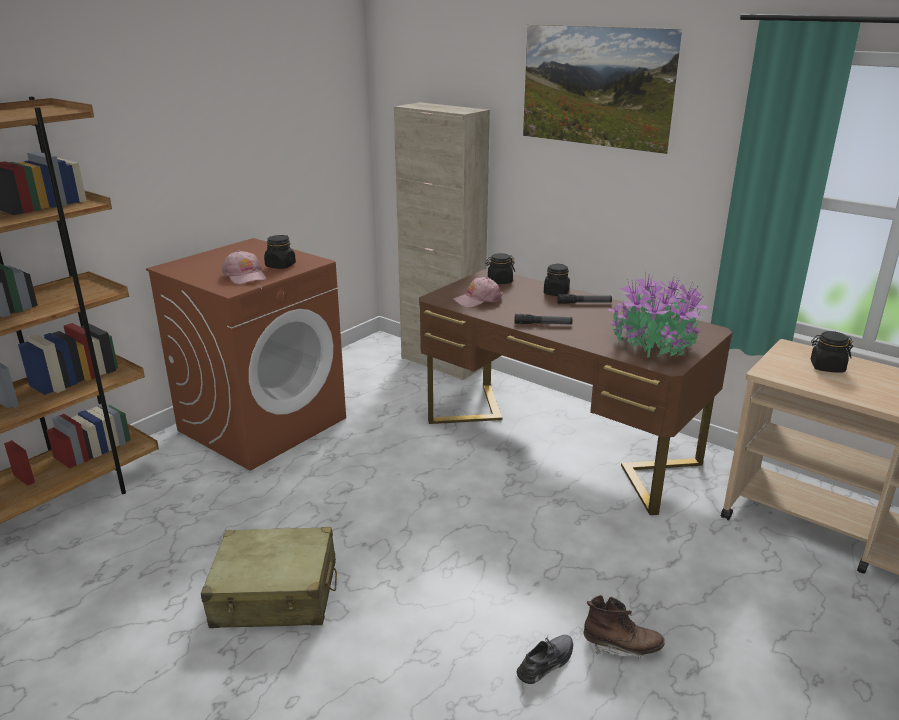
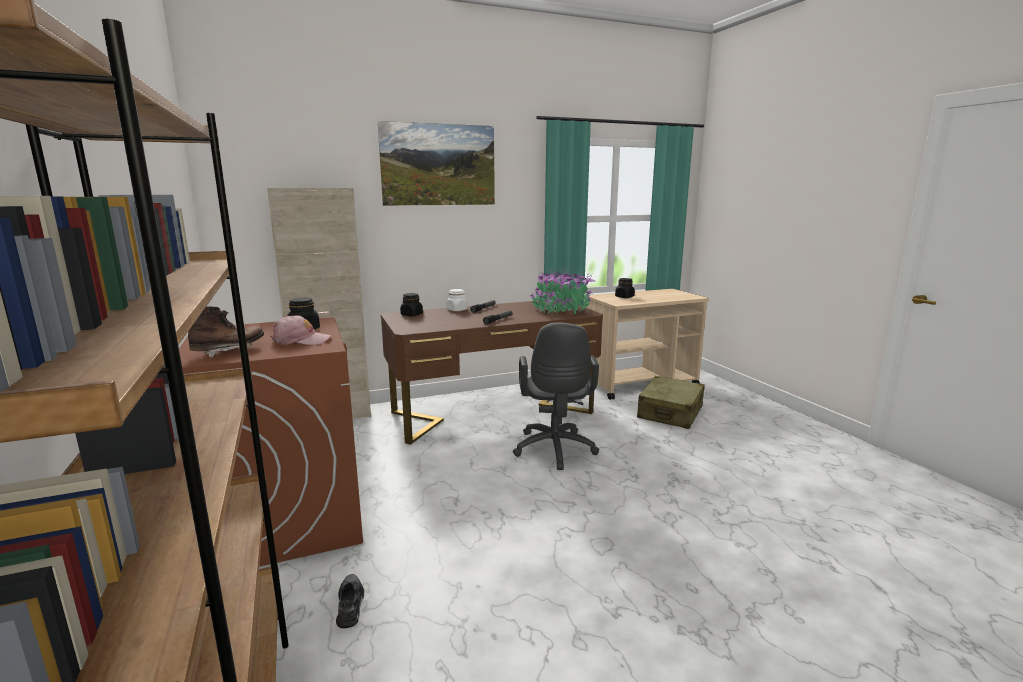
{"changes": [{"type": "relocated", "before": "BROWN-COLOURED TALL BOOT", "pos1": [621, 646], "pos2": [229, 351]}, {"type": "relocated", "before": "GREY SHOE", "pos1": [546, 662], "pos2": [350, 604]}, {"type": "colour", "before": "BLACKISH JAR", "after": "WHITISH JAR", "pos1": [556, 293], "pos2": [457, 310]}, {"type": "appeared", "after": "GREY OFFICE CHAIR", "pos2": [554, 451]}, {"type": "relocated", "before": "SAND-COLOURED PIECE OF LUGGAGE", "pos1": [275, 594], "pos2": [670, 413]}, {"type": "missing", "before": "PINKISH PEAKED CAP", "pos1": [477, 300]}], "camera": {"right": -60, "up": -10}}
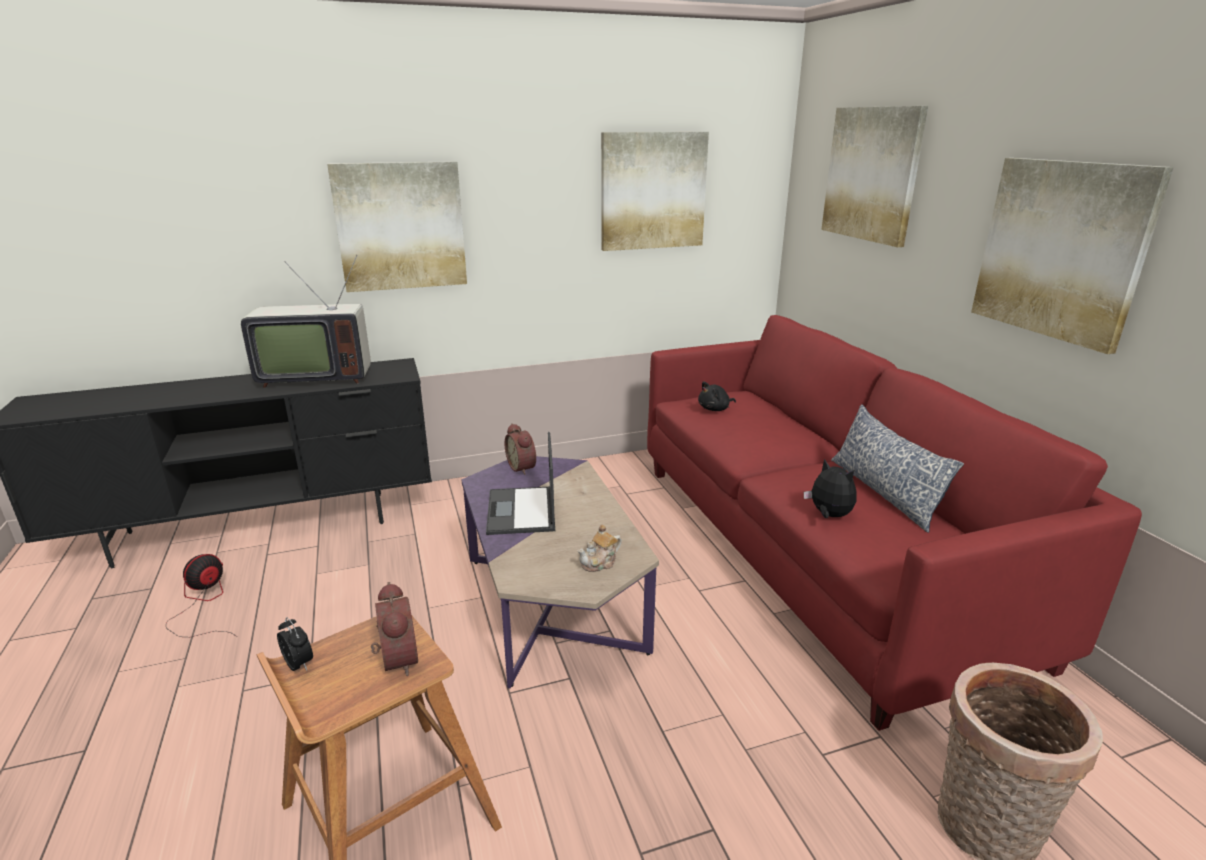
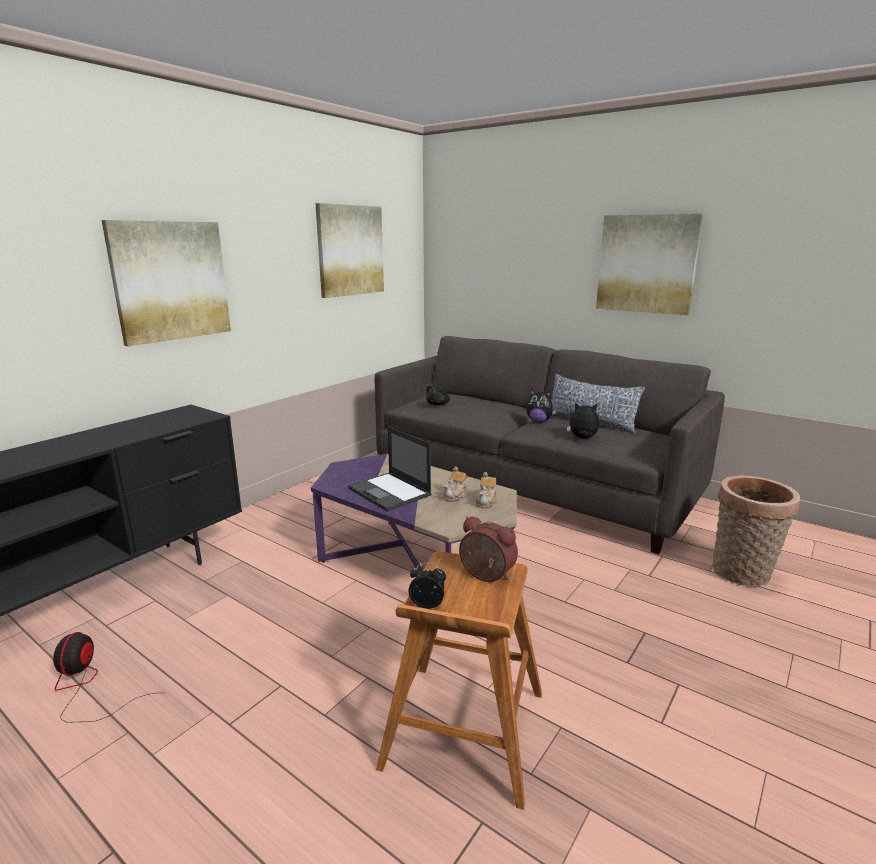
{"changes": [{"type": "colour", "before": "REDDISH SETTEE", "after": "GREY SETTEE", "pos1": [813, 552], "pos2": [531, 484]}, {"type": "appeared", "after": "TEA POT", "pos2": [456, 496]}, {"type": "appeared", "after": "SOFT TOY", "pos2": [539, 421]}, {"type": "missing", "before": "TV", "pos1": [315, 377]}, {"type": "missing", "before": "BEDSIDE CLOCK", "pos1": [523, 467]}, {"type": "missing", "before": "WALL PICTURE", "pos1": [872, 174]}], "camera": {"right": -35, "up": -5}}
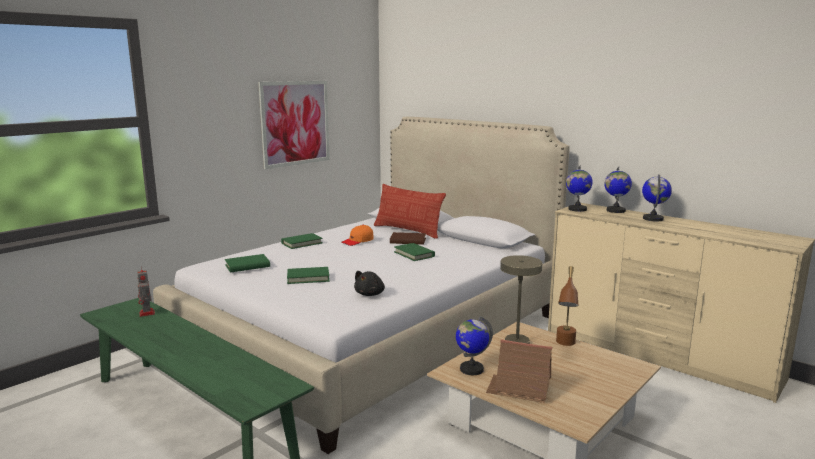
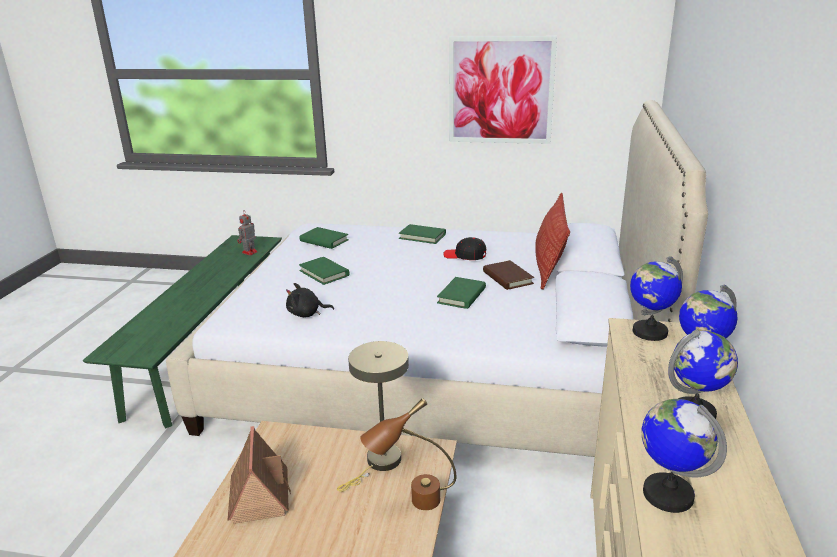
{"changes": [{"type": "colour", "before": "ORANGEY PEAKED CAP", "after": "BLACKISH PEAKED CAP", "pos1": [358, 241], "pos2": [465, 256]}, {"type": "relocated", "before": "WORLD GLOBE", "pos1": [471, 369], "pos2": [667, 494]}], "camera": {"right": 60, "up": 10}}
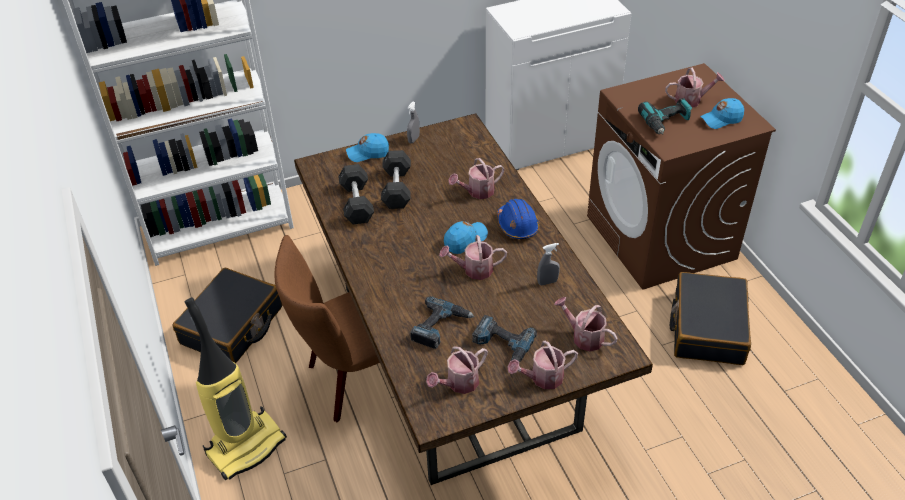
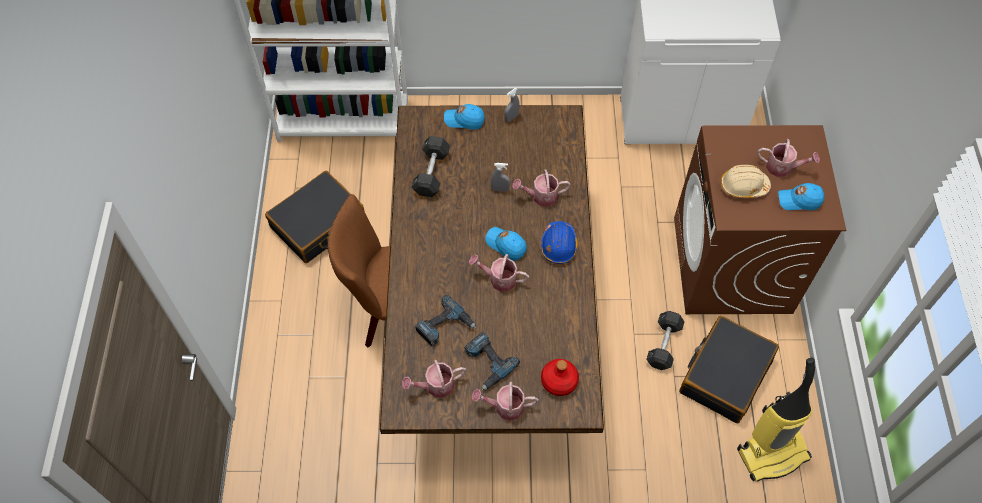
{"changes": [{"type": "spun", "before": "BLUE PEAKED CAP", "pos1": [465, 240], "pos2": [506, 245], "turn": -120}, {"type": "relocated", "before": "GREY SPRAYER", "pos1": [547, 282], "pos2": [500, 189]}, {"type": "exchanged", "before": "WATERING POT", "after": "REDDISH BEVERAGE BOTTLE", "pos1": [584, 337], "pos2": [559, 380]}, {"type": "relocated", "before": "GREY DUMBBELL", "pos1": [397, 188], "pos2": [663, 345]}, {"type": "exchanged", "before": "DRILL", "after": "SAND-COLOURED SAFETY HELMET", "pos1": [666, 122], "pos2": [743, 186]}, {"type": "relocated", "before": "HOOVER", "pos1": [246, 446], "pos2": [772, 452]}], "camera": {"right": 20, "up": 15}}
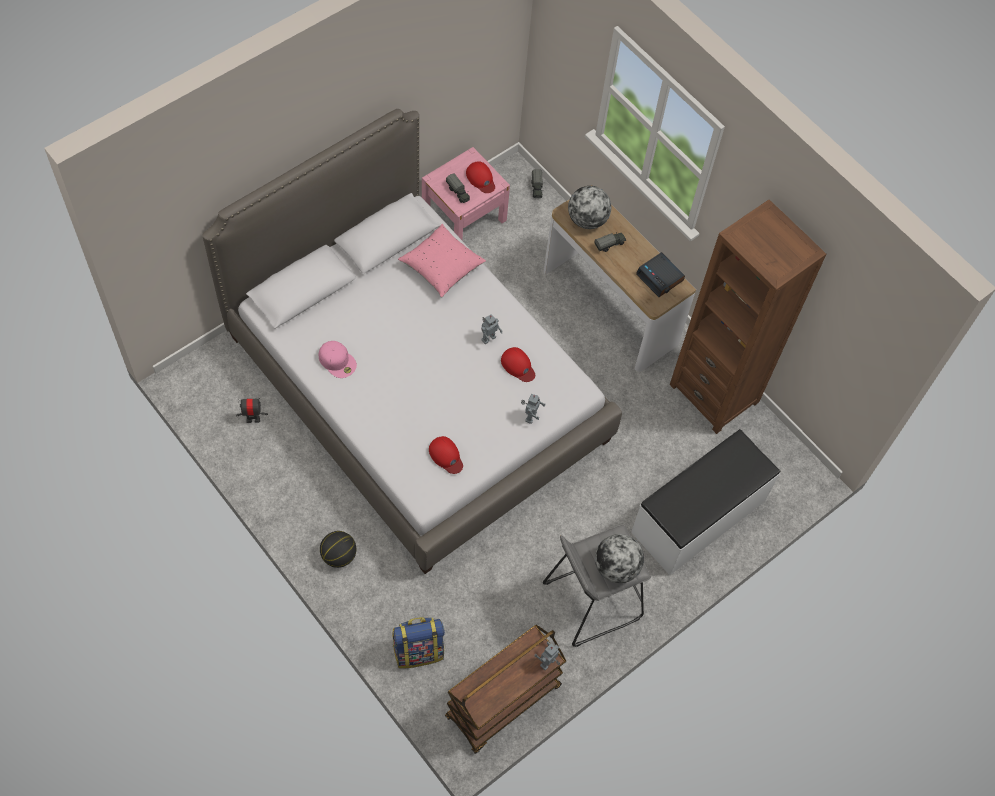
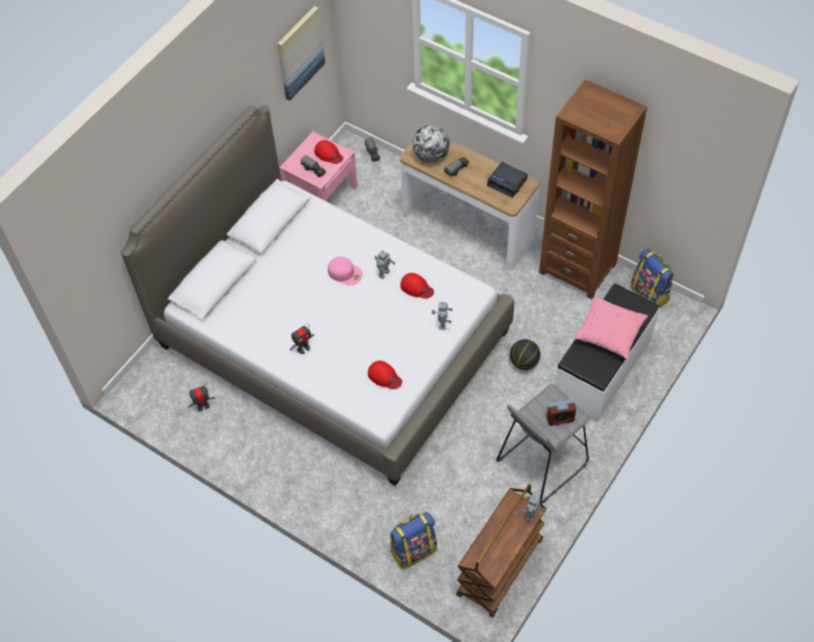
{"changes": [{"type": "appeared", "after": "WALL PICTURE", "pos2": [300, 52]}, {"type": "appeared", "after": "MODEL ROBOT", "pos2": [303, 348]}, {"type": "relocated", "before": "PINKISH PEAKED CAP", "pos1": [337, 361], "pos2": [345, 272]}, {"type": "relocated", "before": "BASKETBALL", "pos1": [338, 555], "pos2": [524, 362]}, {"type": "exchanged", "before": "WORLD GLOBE", "after": "BEDSIDE CLOCK", "pos1": [616, 567], "pos2": [560, 419]}, {"type": "relocated", "before": "PINKISH THROW PILLOW", "pos1": [441, 267], "pos2": [609, 333]}, {"type": "appeared", "after": "KNAPSACK", "pos2": [650, 294]}], "camera": {"right": -10, "up": -5}}
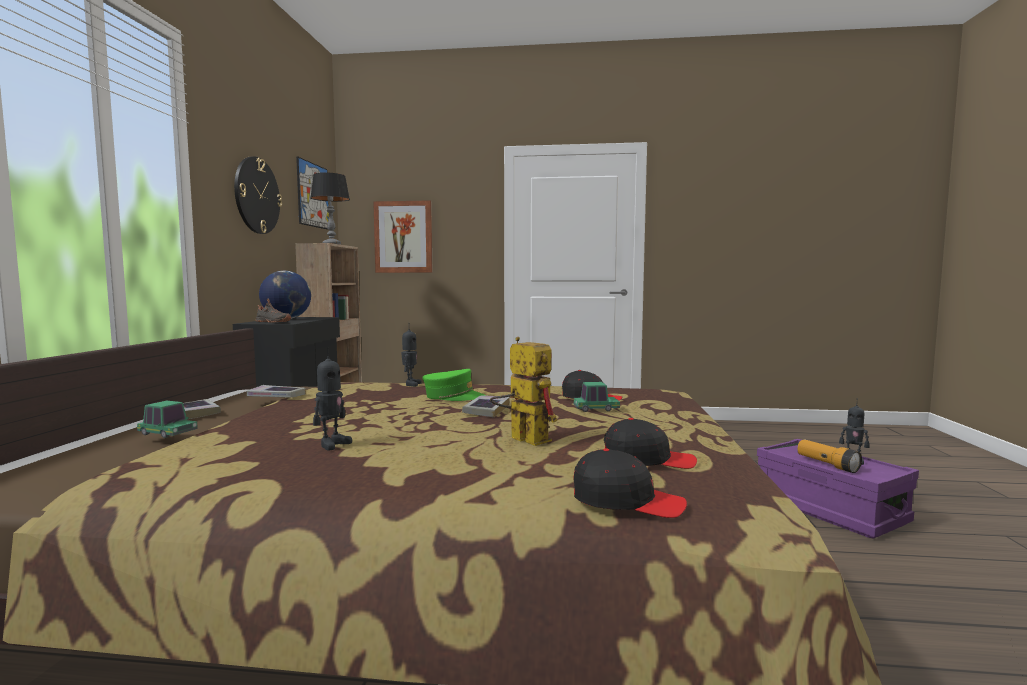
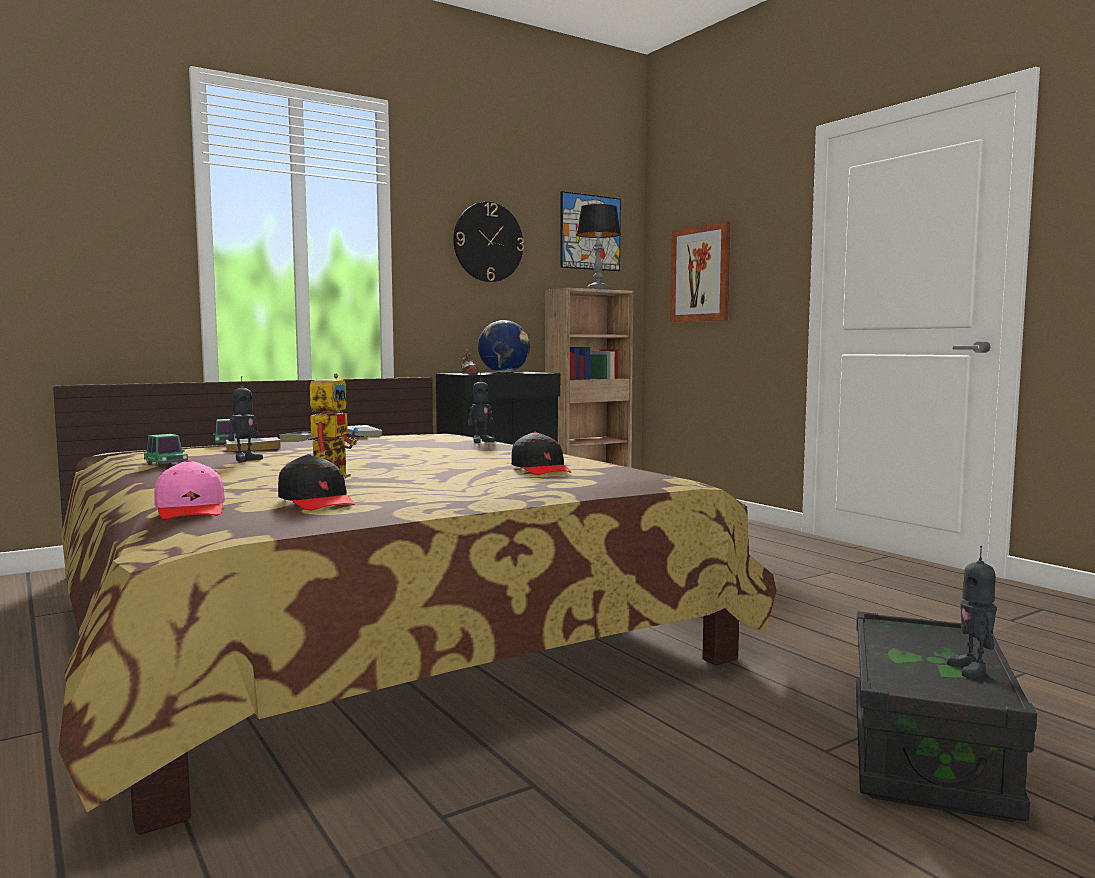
{"changes": [{"type": "relocated", "before": "MODEL CAR", "pos1": [596, 409], "pos2": [166, 463]}, {"type": "colour", "before": "BLACKISH PEAKED CAP", "after": "PINKISH PEAKED CAP", "pos1": [627, 501], "pos2": [191, 509]}, {"type": "relocated", "before": "VOLUME", "pos1": [486, 410], "pos2": [253, 448]}, {"type": "spun", "before": "MODEL ROBOT", "pos1": [332, 444], "pos2": [245, 459], "turn": -45}, {"type": "colour", "before": "PURPLE-COLOURED STORAGE CONTAINER", "after": "BLACKISH STORAGE CONTAINER", "pos1": [830, 509], "pos2": [927, 752]}, {"type": "missing", "before": "GREEN PEAKED CAP", "pos1": [453, 397]}, {"type": "missing", "before": "TORCH", "pos1": [827, 464]}], "camera": {"right": 50, "up": 0}}
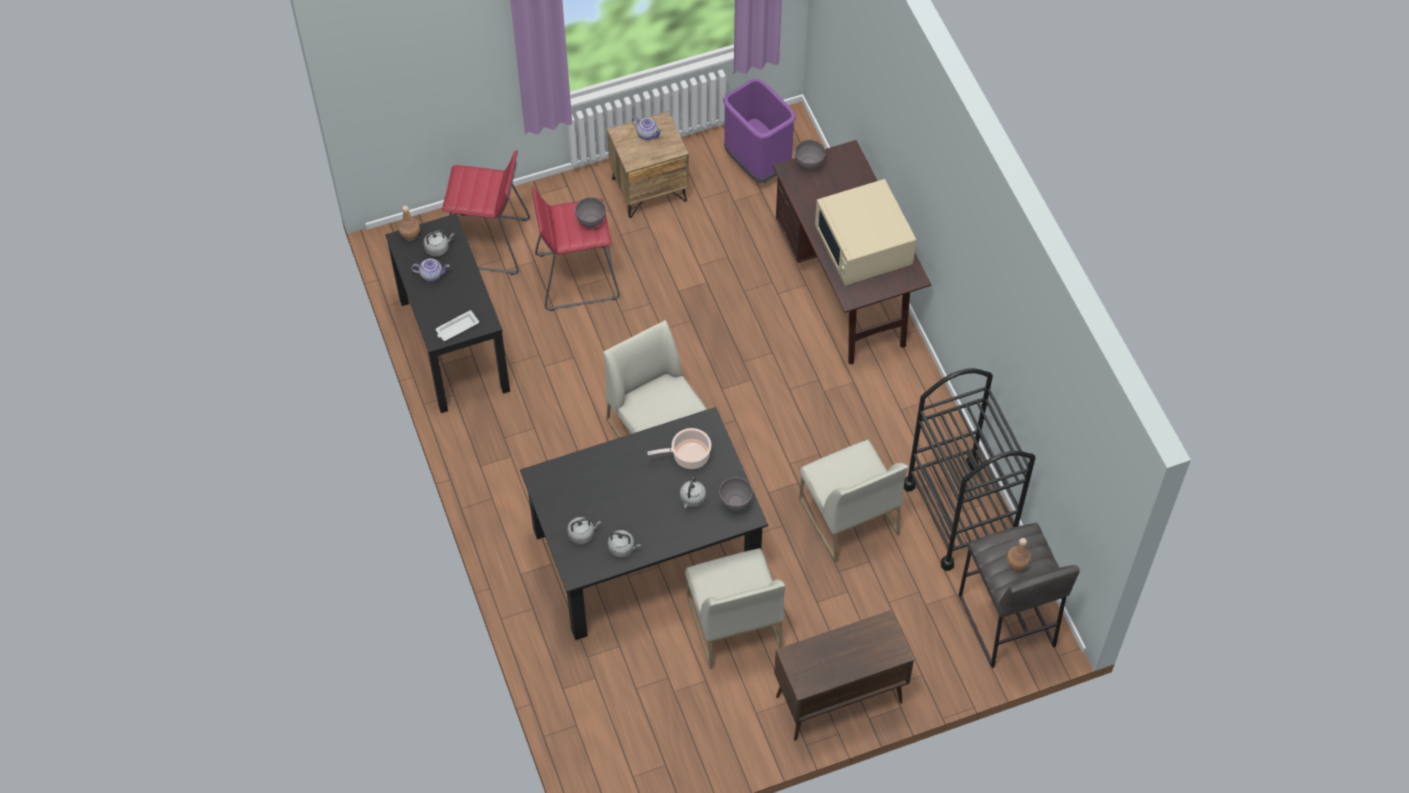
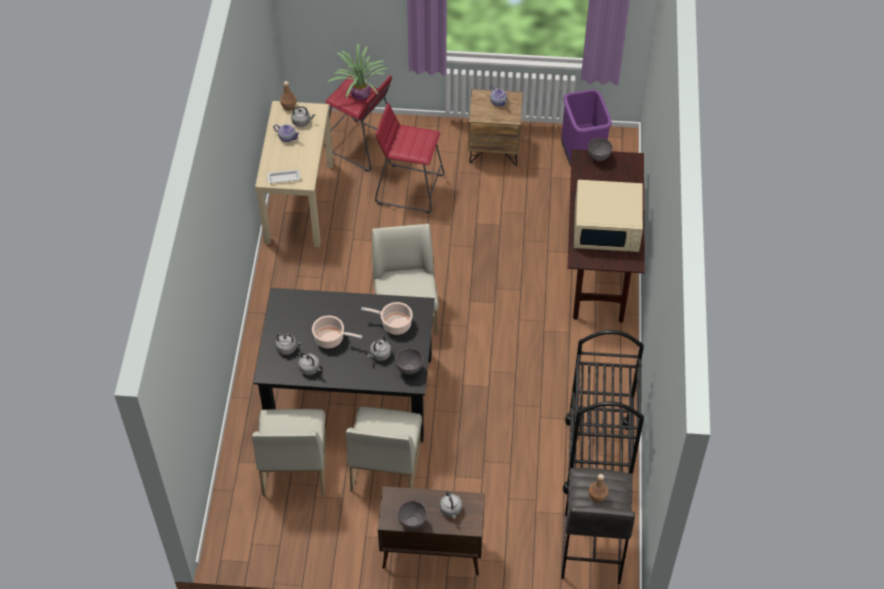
{"changes": [{"type": "relocated", "before": "WHITISH UPRIGHT CHAIR", "pos1": [848, 516], "pos2": [294, 466]}, {"type": "colour", "before": "BLACKISH NARROW TABLE", "after": "SAND-COLOURED NARROW TABLE", "pos1": [453, 344], "pos2": [299, 202]}, {"type": "appeared", "after": "SAUCEPOT", "pos2": [331, 339]}, {"type": "appeared", "after": "PLANT IN A POT", "pos2": [360, 95]}, {"type": "relocated", "before": "GREY DEEP DISH", "pos1": [592, 222], "pos2": [413, 523]}, {"type": "appeared", "after": "GREY KETTLE", "pos2": [451, 510]}, {"type": "spun", "before": "SAND-COLOURED MICROWAVE OVEN", "pos1": [863, 247], "pos2": [607, 228], "turn": -90}], "camera": {"right": 25, "up": -5}}
